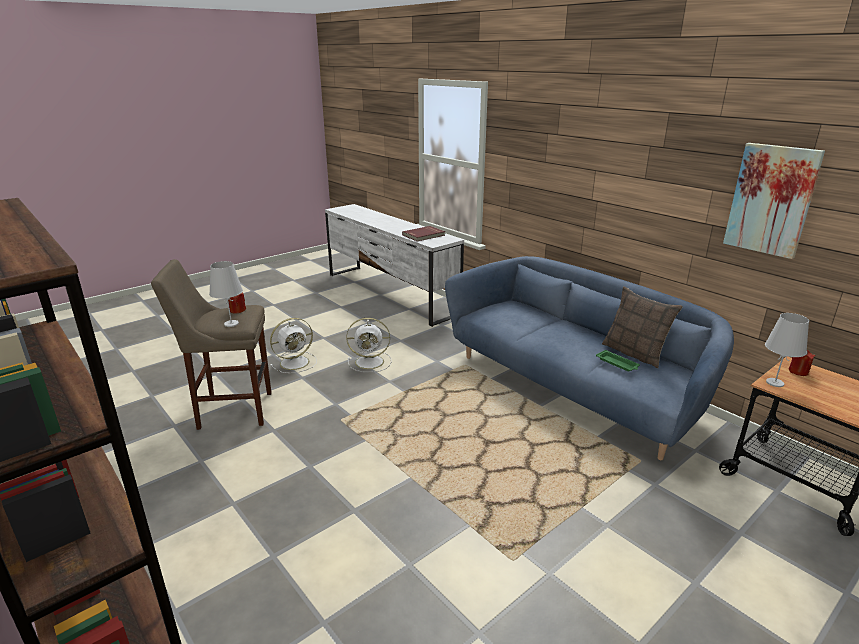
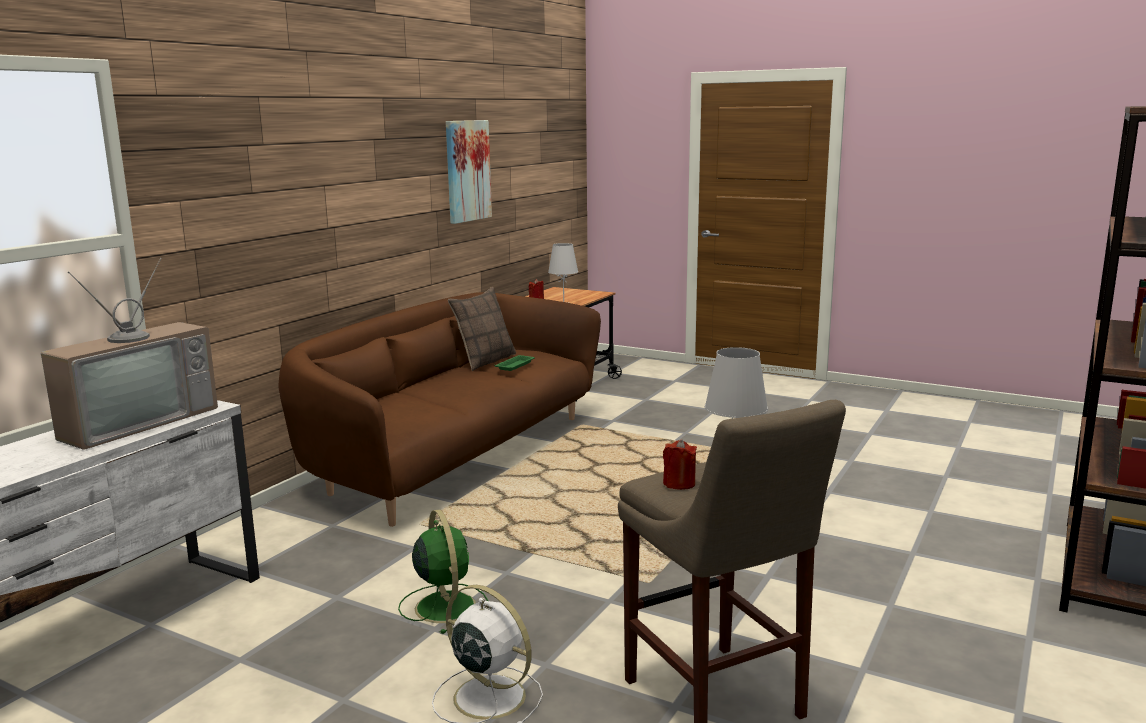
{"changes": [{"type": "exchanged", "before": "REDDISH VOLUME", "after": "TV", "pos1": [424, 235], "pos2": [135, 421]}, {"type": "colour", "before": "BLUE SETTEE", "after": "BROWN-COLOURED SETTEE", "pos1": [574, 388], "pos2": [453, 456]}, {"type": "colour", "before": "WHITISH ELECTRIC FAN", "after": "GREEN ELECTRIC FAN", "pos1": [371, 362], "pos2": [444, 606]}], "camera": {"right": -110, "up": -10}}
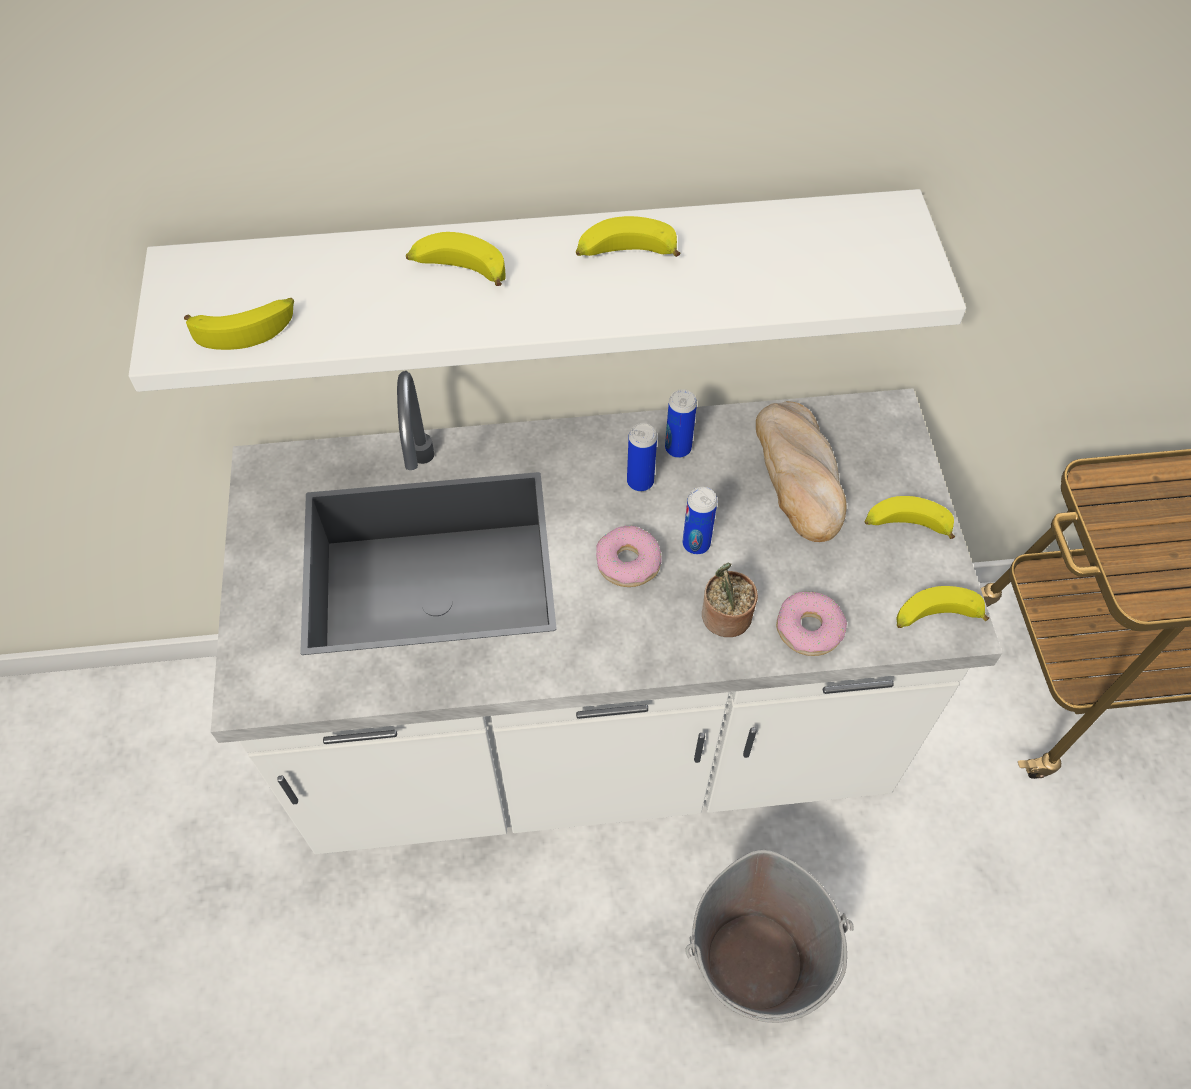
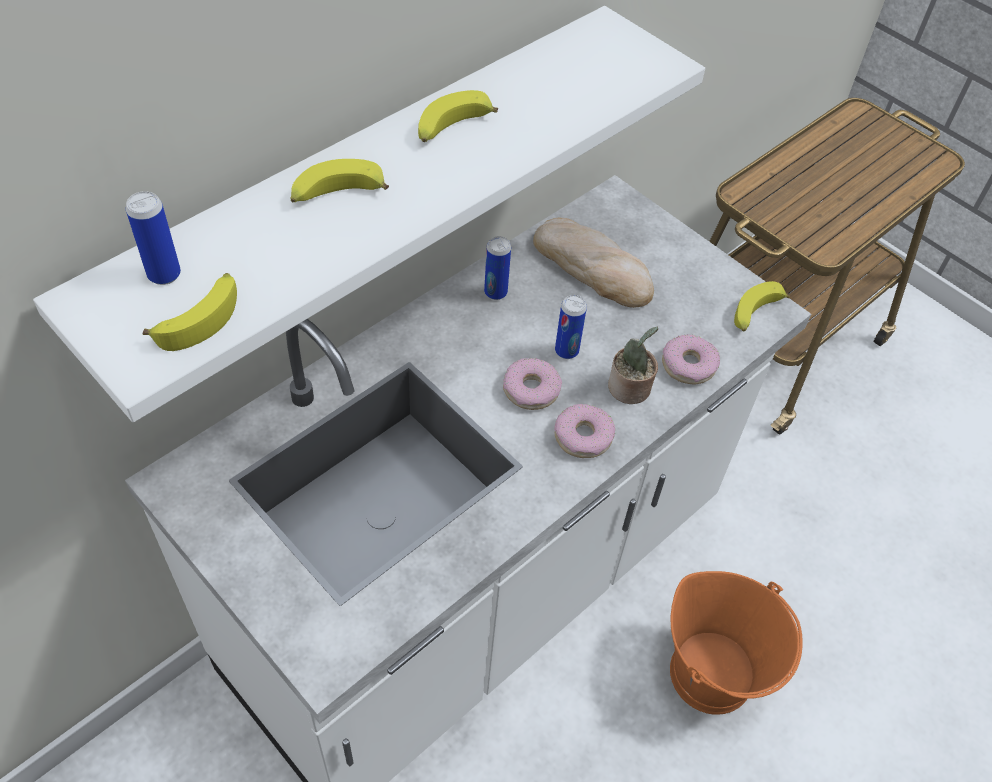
{"changes": [{"type": "relocated", "before": "METAL CAN", "pos1": [640, 482], "pos2": [164, 274]}, {"type": "appeared", "after": "DONUT", "pos2": [583, 436]}, {"type": "colour", "before": "GREY WATER BUCKET", "after": "ORANGEY WATER BUCKET", "pos1": [754, 965], "pos2": [712, 673]}, {"type": "missing", "before": "BANANA FRUIT", "pos1": [905, 526]}], "camera": {"right": -40, "up": -5}}
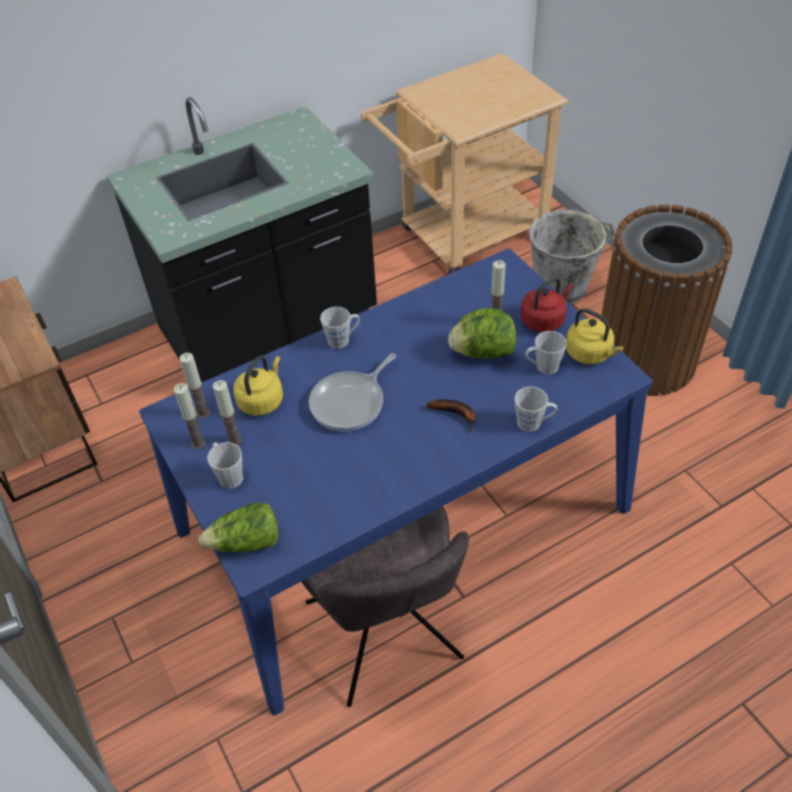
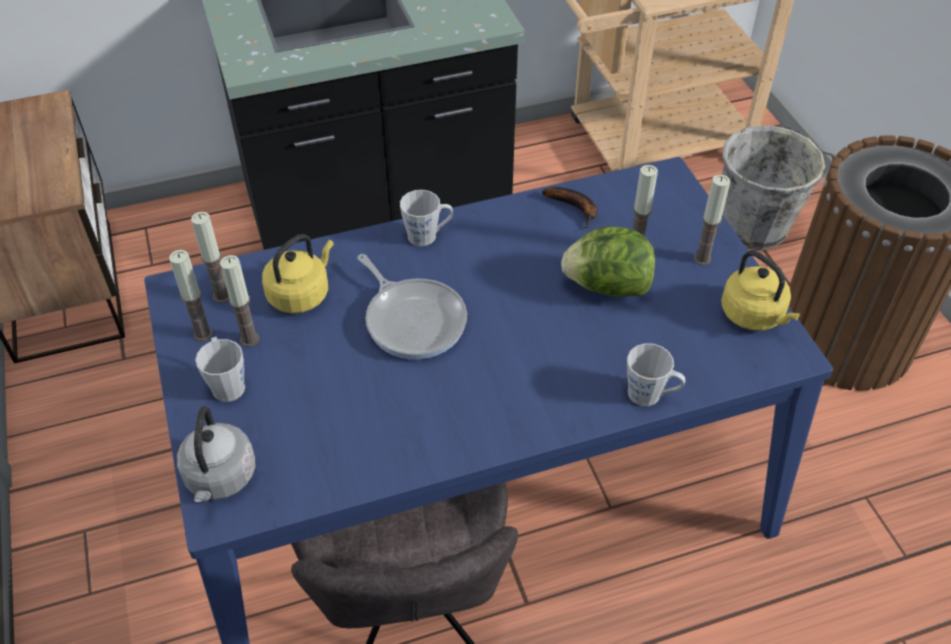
{"changes": [{"type": "exchanged", "before": "LETTUCE HEAD", "after": "GREY KETTLE", "pos1": [246, 542], "pos2": [220, 479]}, {"type": "spun", "before": "SKILLET", "pos1": [350, 403], "pos2": [413, 319], "turn": -90}, {"type": "relocated", "before": "BANANA FRUIT", "pos1": [456, 414], "pos2": [575, 208]}, {"type": "exchanged", "before": "REDDISH KETTLE", "after": "CANDLE", "pos1": [544, 320], "pos2": [702, 258]}, {"type": "missing", "before": "GREY TEA MUG", "pos1": [543, 367]}], "camera": {"right": 10, "up": 0}}
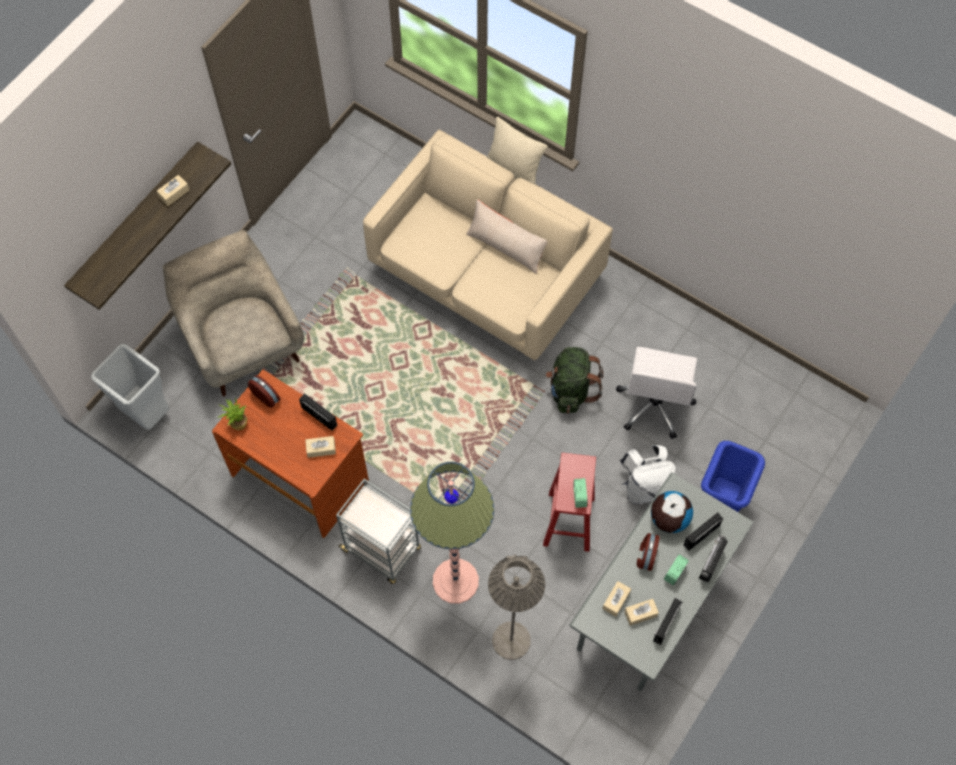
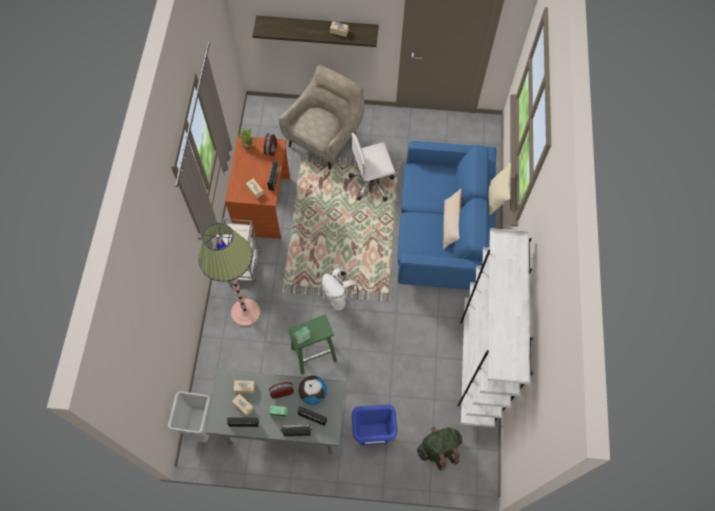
{"changes": [{"type": "relocated", "before": "GREY TRASH CAN", "pos1": [145, 413], "pos2": [202, 426]}, {"type": "colour", "before": "REDDISH SITTING STOOL", "after": "GREEN SITTING STOOL", "pos1": [568, 520], "pos2": [314, 353]}, {"type": "relocated", "before": "WHITISH KNAPSACK", "pos1": [644, 487], "pos2": [338, 297]}, {"type": "relocated", "before": "WHITISH OFFICE CHAIR", "pos1": [654, 405], "pos2": [372, 183]}, {"type": "colour", "before": "SAND-COLOURED SETTEE", "after": "BLUE SETTEE", "pos1": [485, 274], "pos2": [441, 232]}, {"type": "relocated", "before": "GREEN KNAPSACK", "pos1": [571, 389], "pos2": [438, 449]}, {"type": "appeared", "after": "WHITISH BOOKSHELF", "pos2": [477, 365]}, {"type": "missing", "before": "GREY STANDING LAMP", "pos1": [511, 640]}], "camera": {"right": 60, "up": 0}}
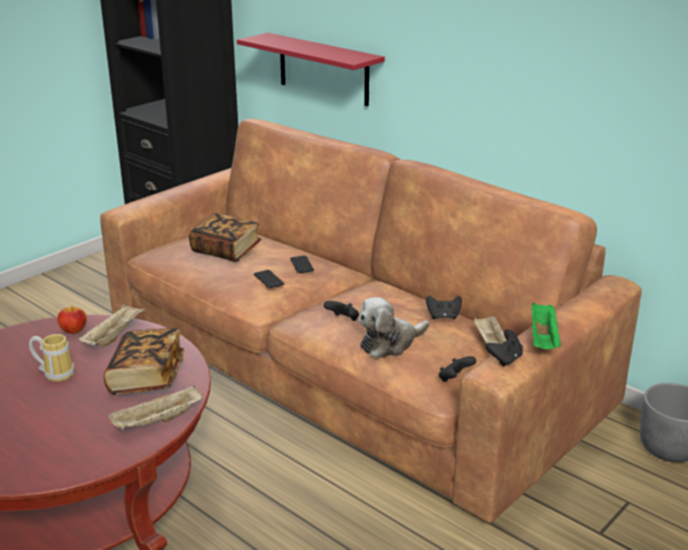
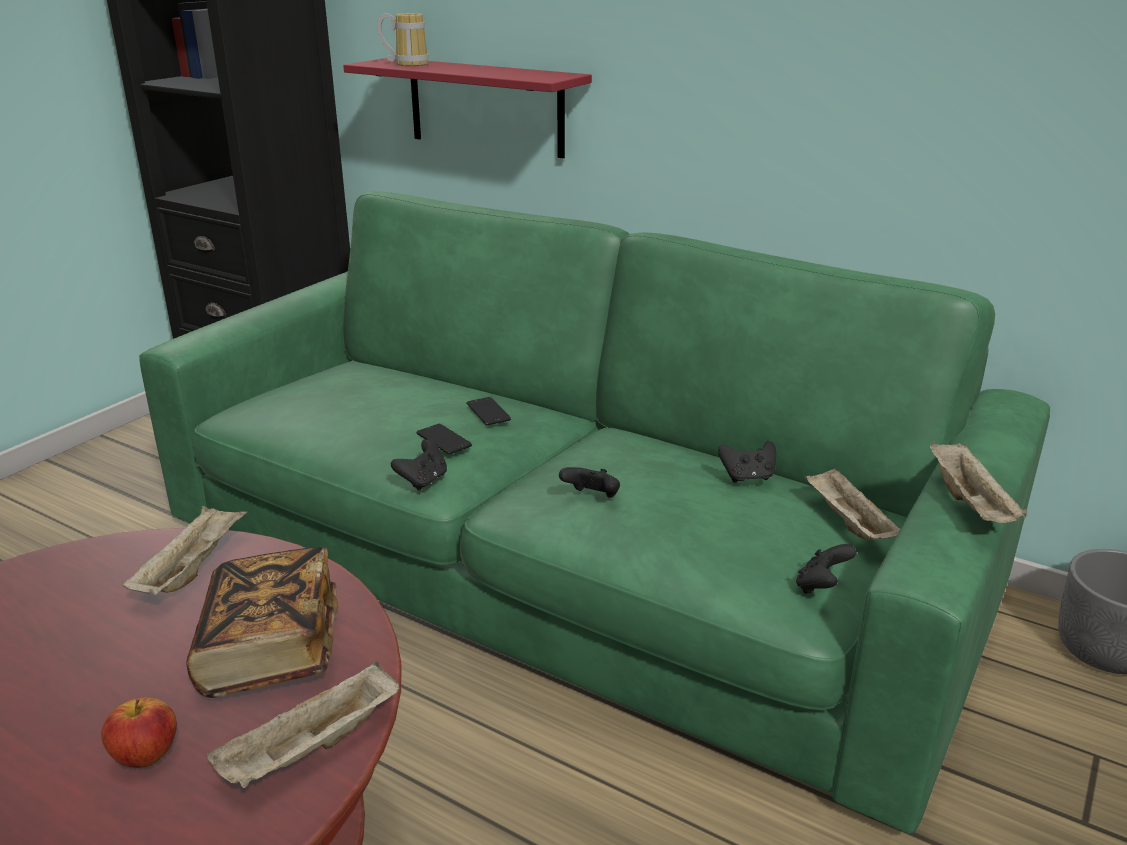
{"changes": [{"type": "relocated", "before": "APPLE", "pos1": [73, 330], "pos2": [146, 755]}, {"type": "colour", "before": "BROWN-COLOURED SETTEE", "after": "GREEN SETTEE", "pos1": [344, 362], "pos2": [564, 560]}, {"type": "relocated", "before": "TEA MUG", "pos1": [56, 373], "pos2": [407, 64]}, {"type": "relocated", "before": "BLACKISH JOYPAD", "pos1": [505, 359], "pos2": [423, 481]}, {"type": "colour", "before": "GREEN SERVING TRAY", "after": "SAND-COLOURED SERVING TRAY", "pos1": [543, 339], "pos2": [970, 504]}, {"type": "missing", "before": "VOLUME", "pos1": [226, 250]}, {"type": "missing", "before": "SOFT TOY", "pos1": [390, 343]}], "camera": {"right": -10, "up": 0}}
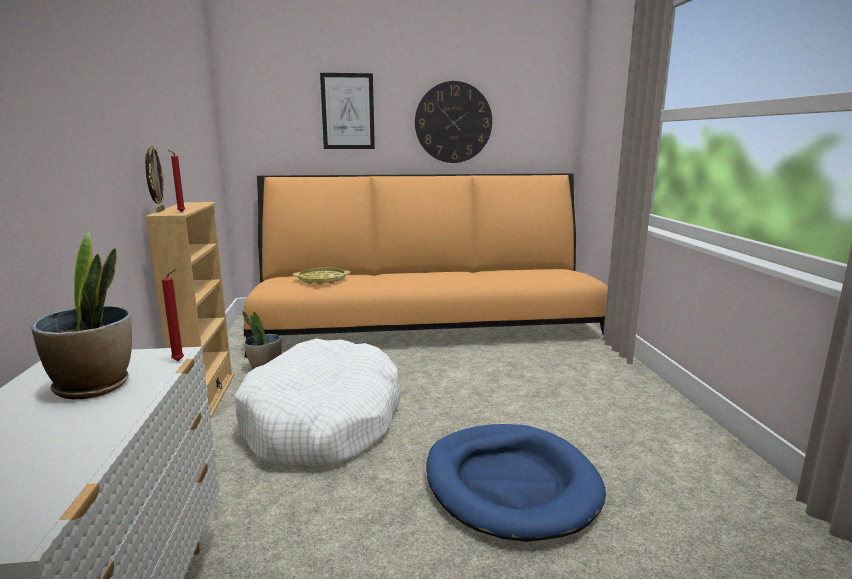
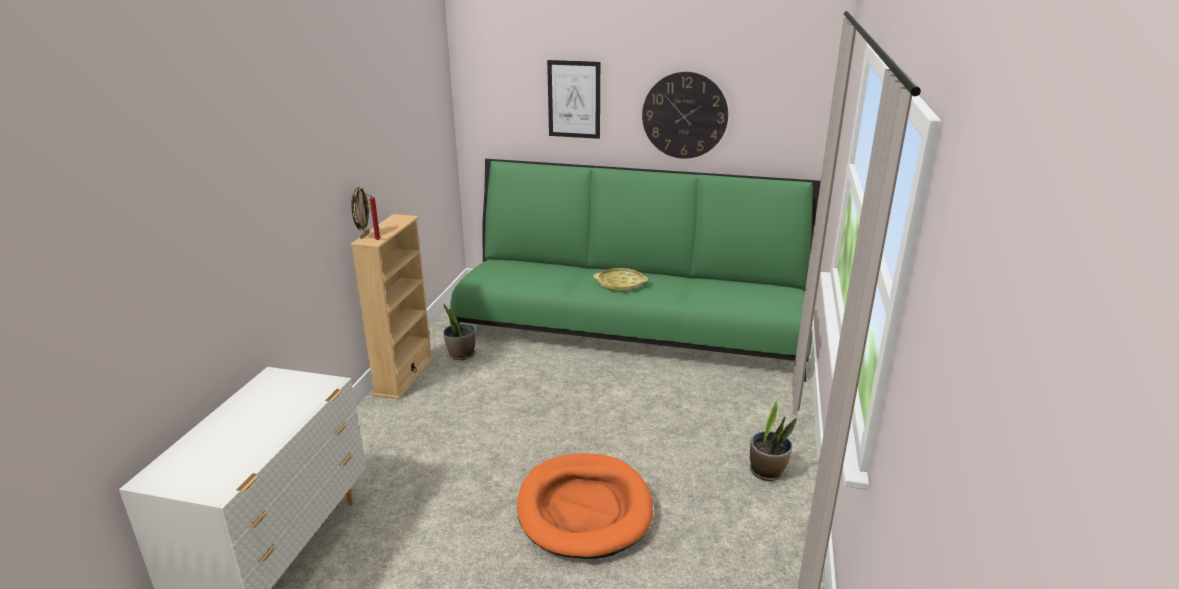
{"changes": [{"type": "colour", "before": "ORANGEY SETTEE", "after": "GREEN SETTEE", "pos1": [427, 327], "pos2": [630, 329]}, {"type": "colour", "before": "BLUE DOG BED", "after": "ORANGEY DOG BED", "pos1": [510, 484], "pos2": [584, 509]}, {"type": "relocated", "before": "YELLOW-COLOURED SERVING TRAY", "pos1": [322, 280], "pos2": [620, 283]}, {"type": "relocated", "before": "PLANT IN A POT", "pos1": [95, 386], "pos2": [767, 471]}, {"type": "missing", "before": "REDDISH CANDLE", "pos1": [180, 361]}, {"type": "missing", "before": "WHITISH DOG BED", "pos1": [323, 421]}], "camera": {"right": 20, "up": 10}}
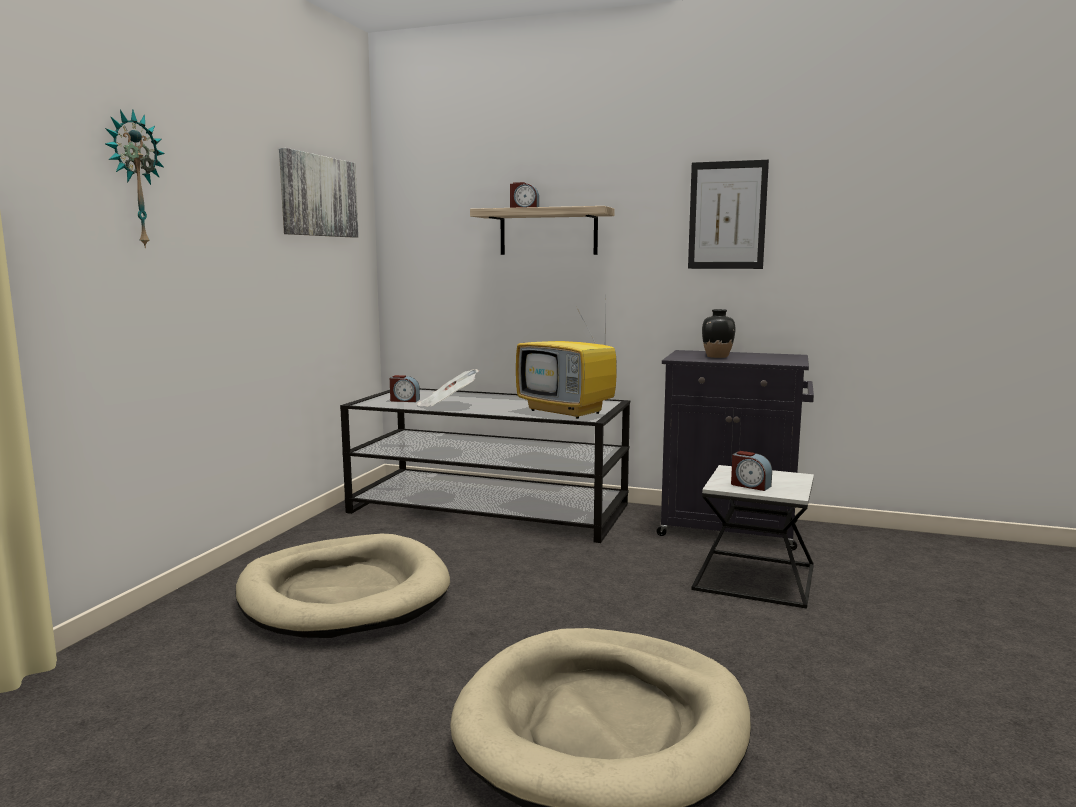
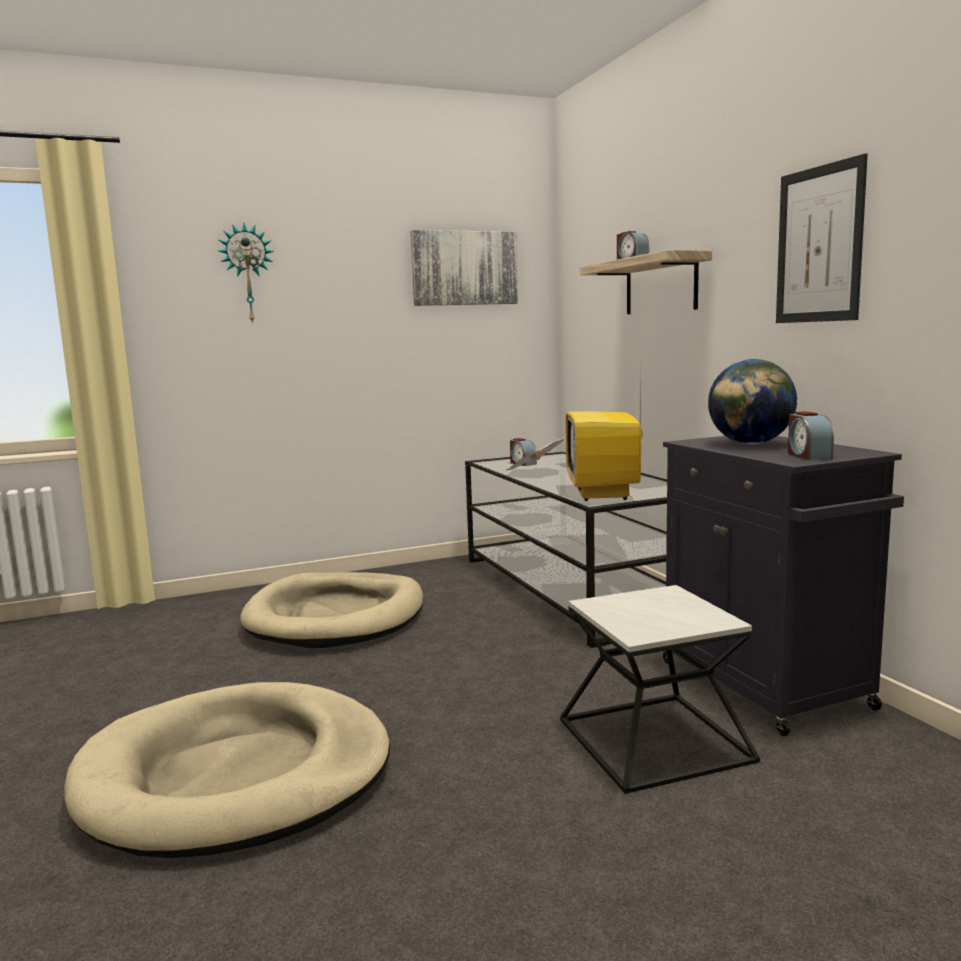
{"changes": [{"type": "exchanged", "before": "BLACKISH VASE", "after": "WORLD GLOBE", "pos1": [717, 356], "pos2": [750, 444]}, {"type": "relocated", "before": "BEDSIDE CLOCK", "pos1": [750, 485], "pos2": [808, 455]}], "camera": {"right": 50, "up": 0}}
